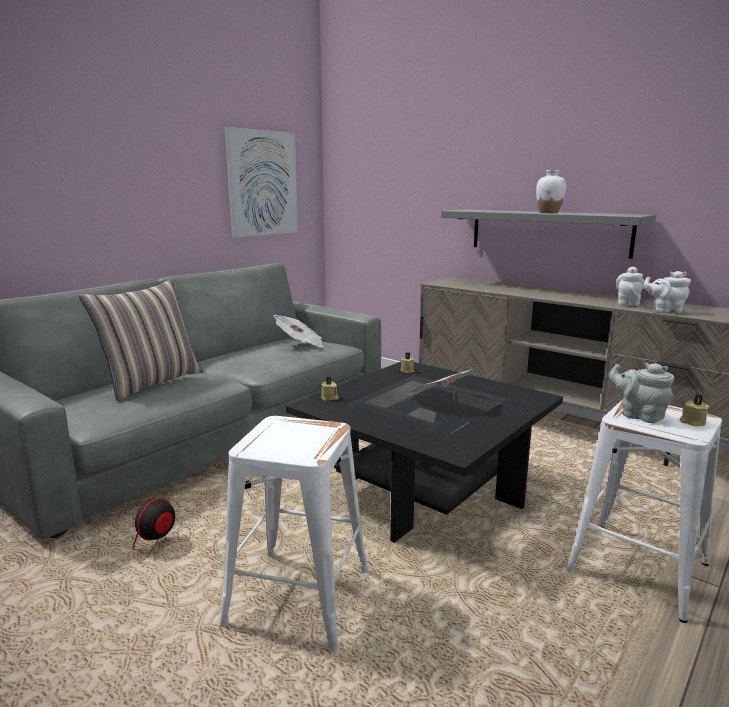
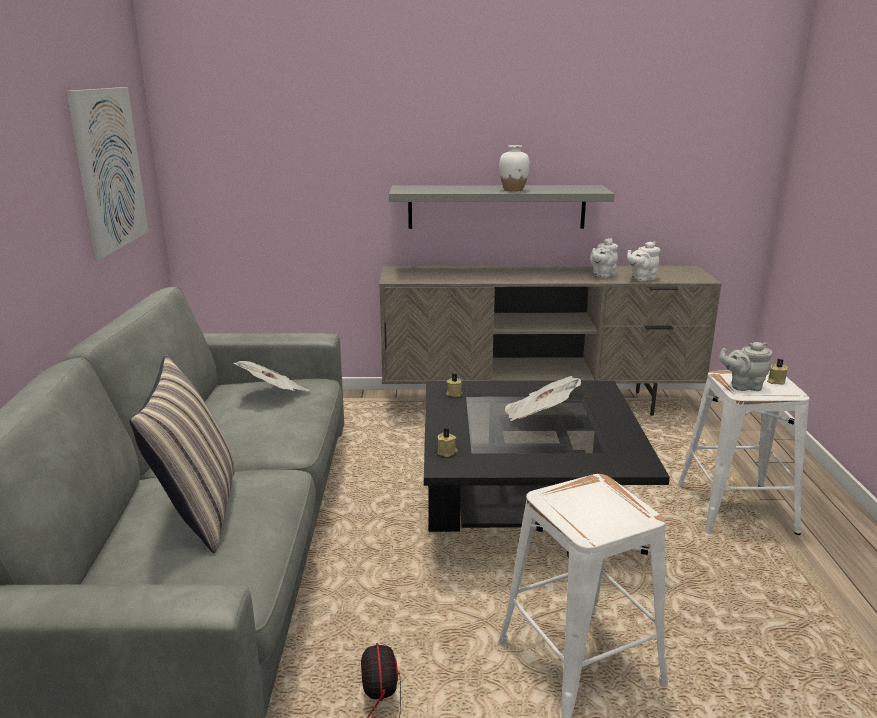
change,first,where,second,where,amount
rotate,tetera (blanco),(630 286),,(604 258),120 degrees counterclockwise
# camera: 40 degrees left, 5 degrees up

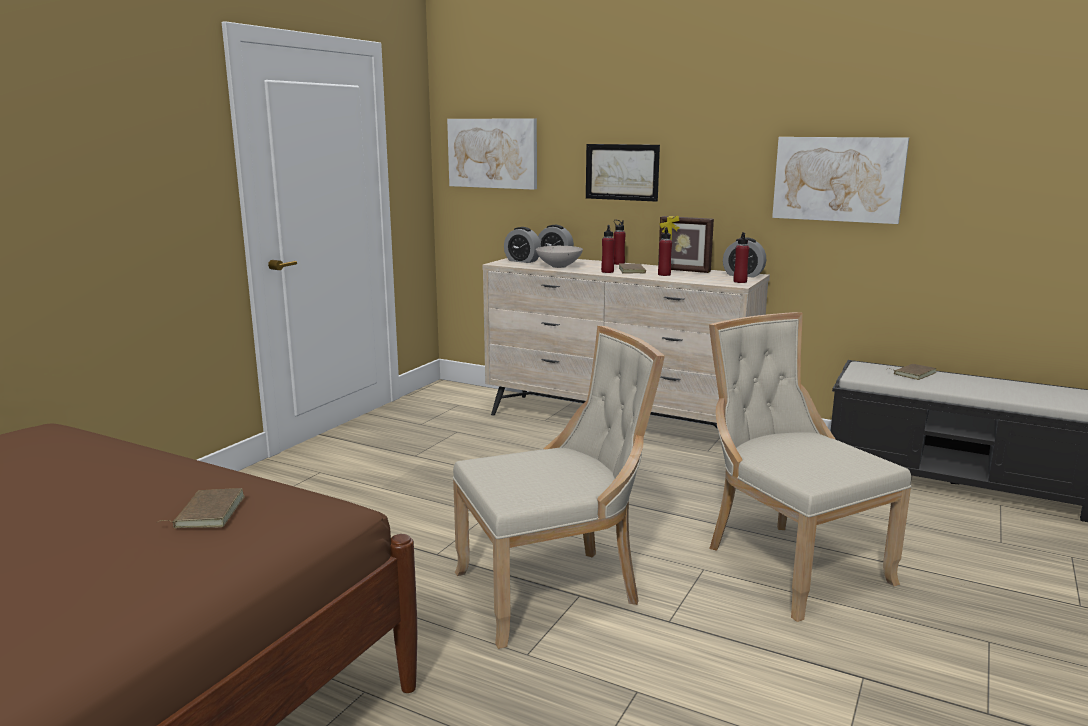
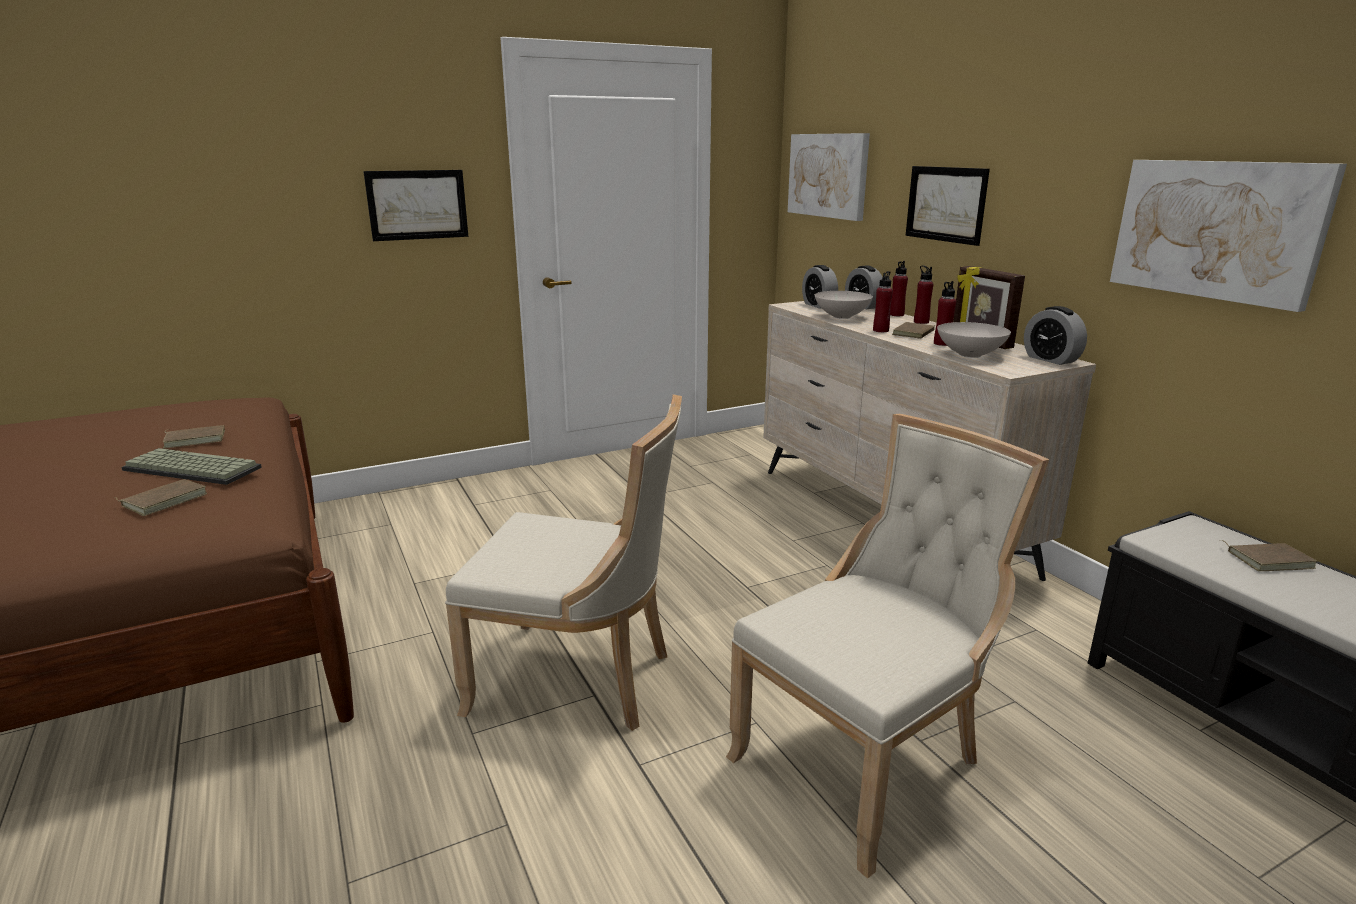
change,first,where,second,where,amount
rotate,silla (beis),(810 467),,(887 646),45 degrees clockwise
move,botella (rojo),(741 257),,(899 288),
insert,,,teclado,(191 466),
insert,,,libro (marrón),(194 436),
insert,,,cuadro,(415 205),
insert,,,cuenco (blanco),(974 340),
# camera: 35 degrees right, 5 degrees up

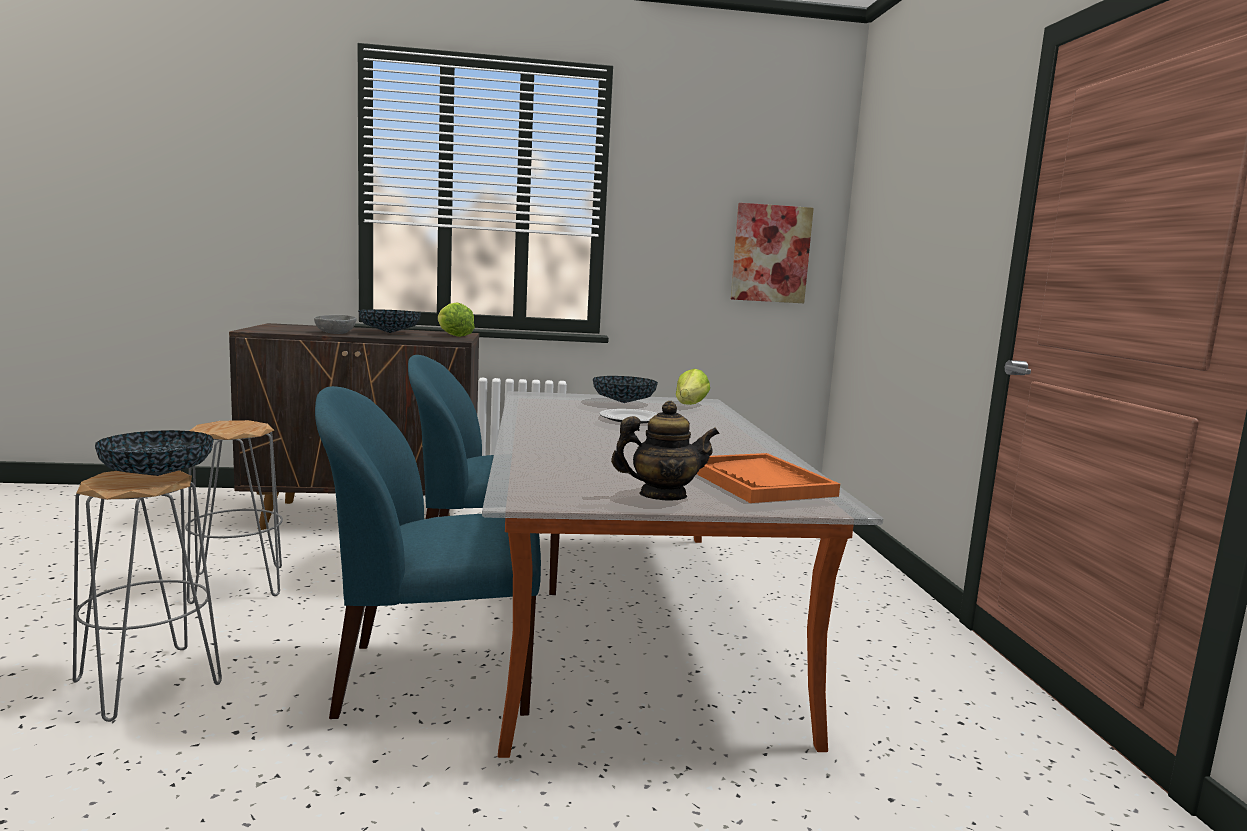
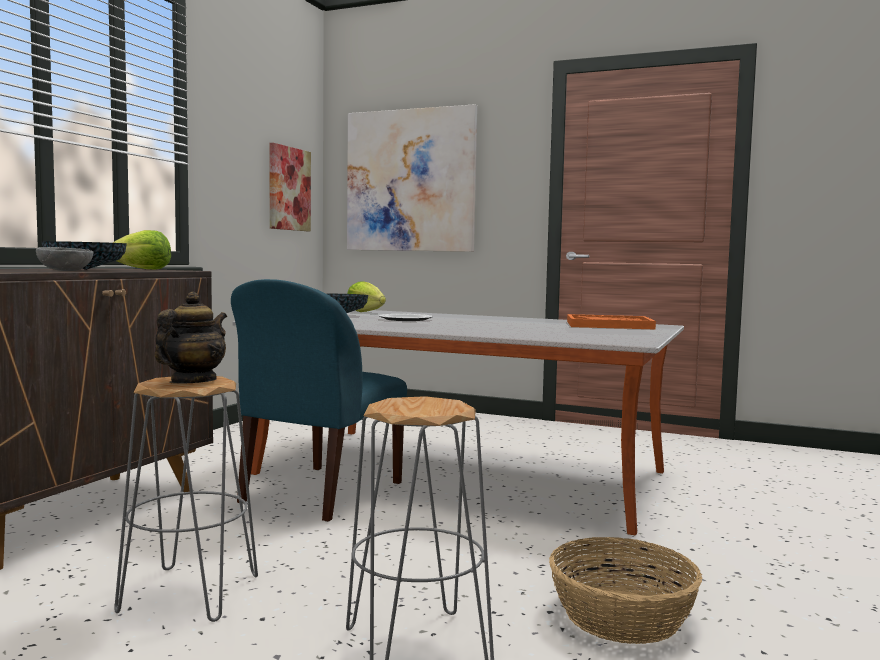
change,first,where,second,where,amount
delete,cuenco,(154 453),,,
delete,silla (azul),(428 552),,,
move,tetera,(665 450),,(190 338),
insert,,,cuadro,(412 178),
insert,,,cesta,(626 590),
# camera: 60 degrees left, 5 degrees down

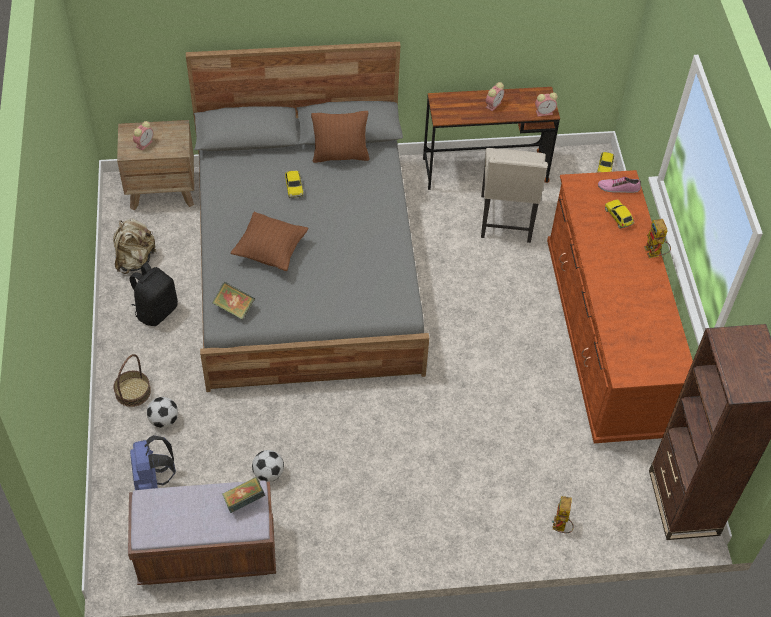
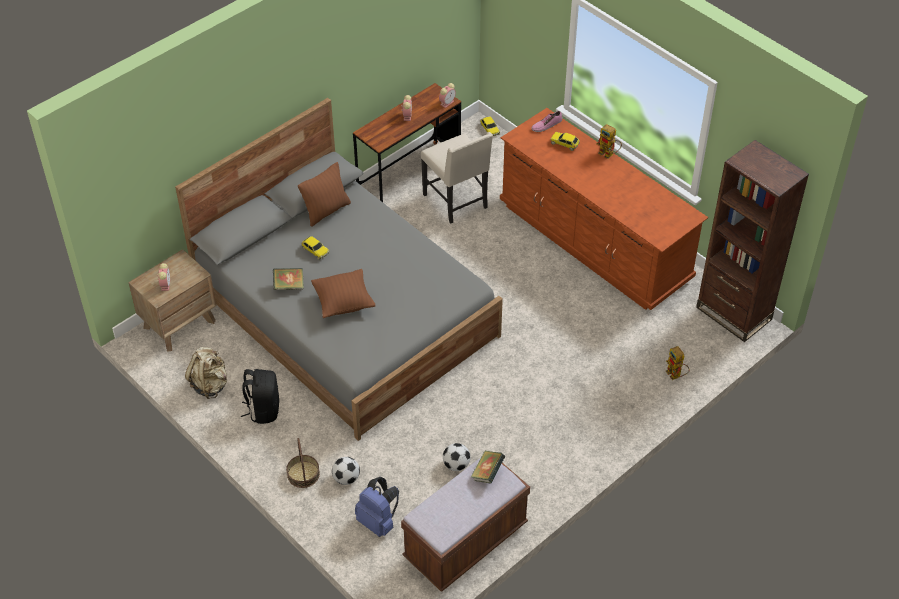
change,first,where,second,where,amount
move,libro,(234 301),,(288 279),
# camera: 35 degrees left, 5 degrees down

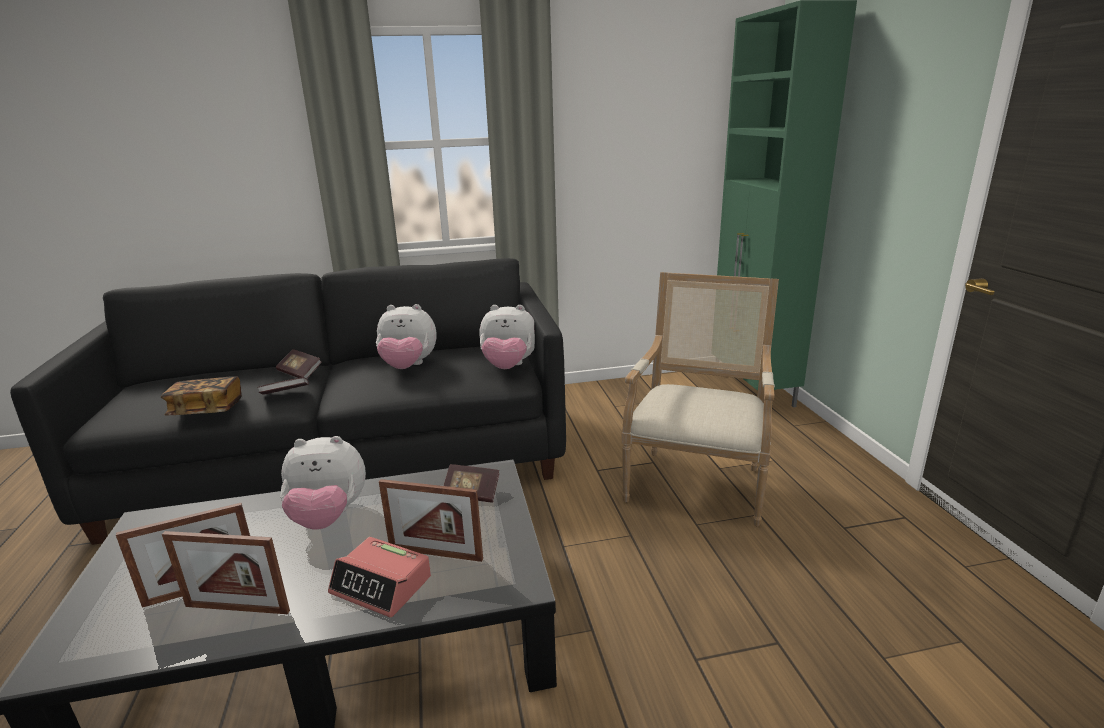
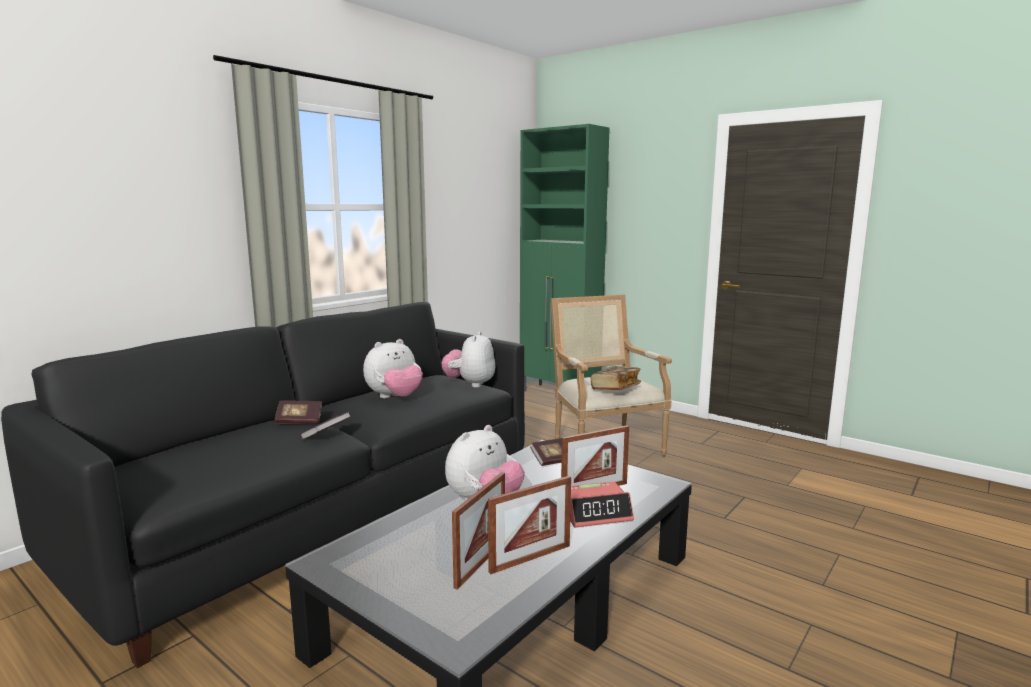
change,first,where,second,where,amount
move,libro,(201 395),,(616 378),
rotate,peluche,(507 337),,(468 359),135 degrees clockwise
# camera: 40 degrees left, 10 degrees down

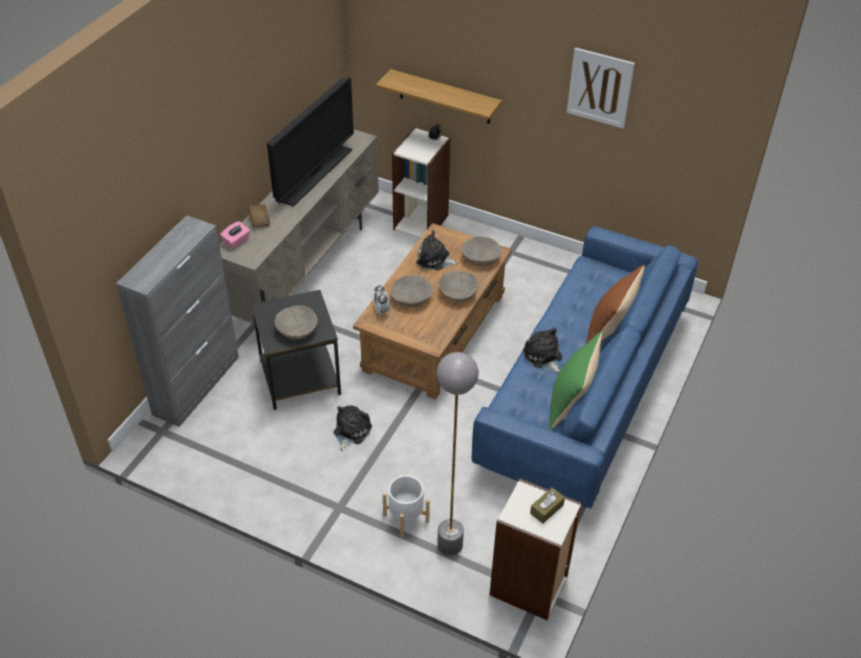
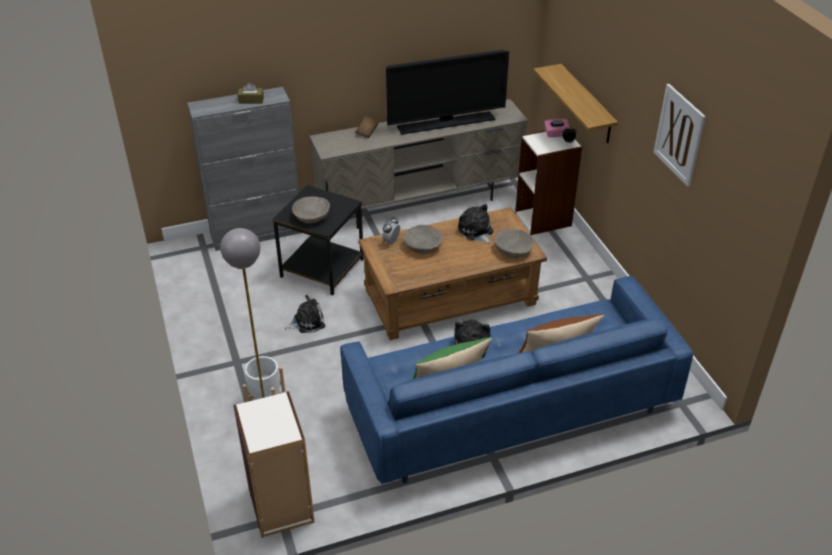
change,first,where,second,where,amount
move,caja de pañuelos (rosa),(235 235),,(556 128),
delete,cuenco (beis),(458 286),,,
move,caja de pañuelos (marrón),(547 505),,(250 93),
# camera: 45 degrees right, 5 degrees down

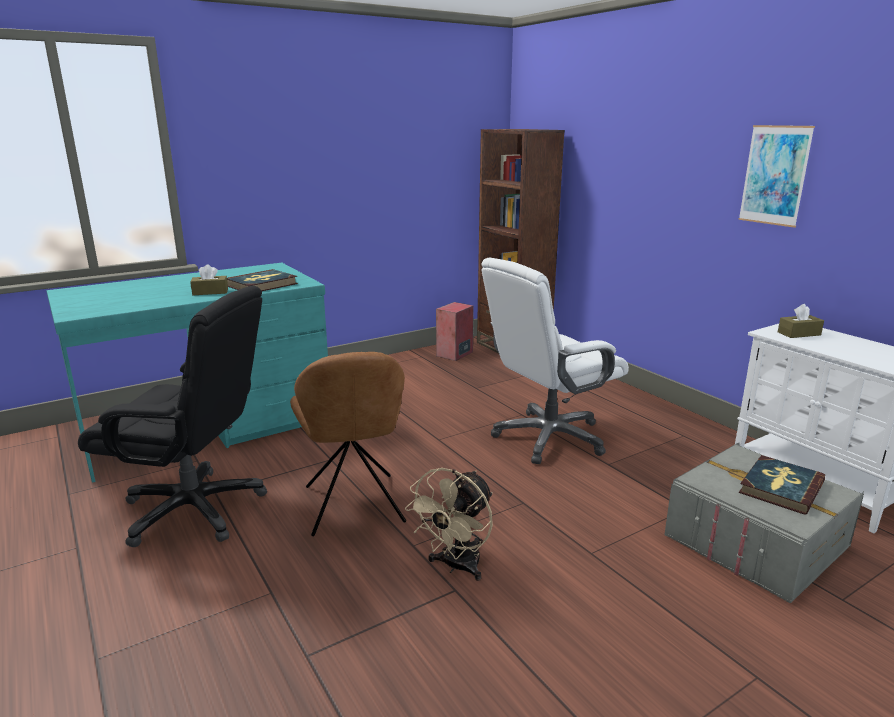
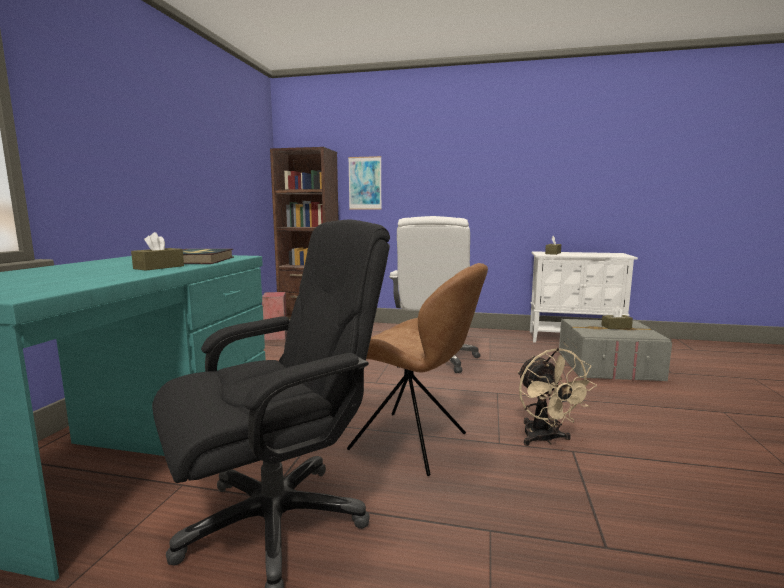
change,first,where,second,where,amount
move,cuadro,(776 176),,(365 182),
replace,libro,(782 485),caja de pañuelos (marrón),(617 317),
# camera: 45 degrees left, 10 degrees down

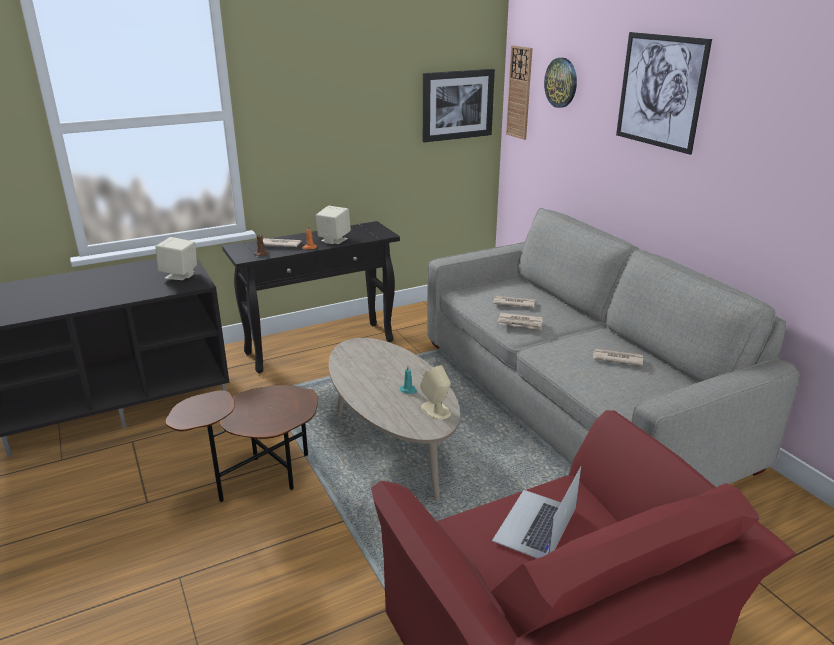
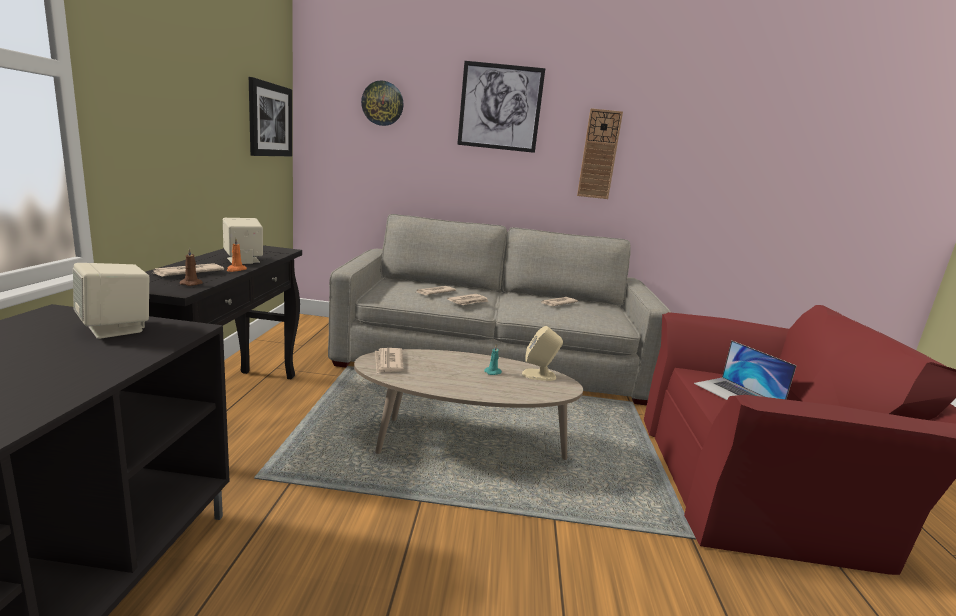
change,first,where,second,where,amount
delete,mesa auxiliar (marrón),(241 443),,,
move,reloj de pared,(519 92),,(600 153),
insert,,,periódico,(389 360),
# camera: 60 degrees left, 10 degrees down

